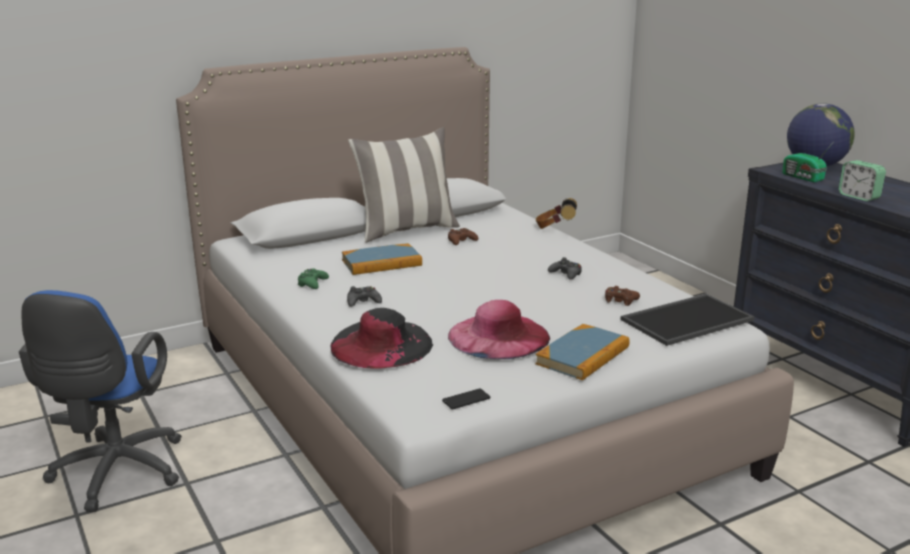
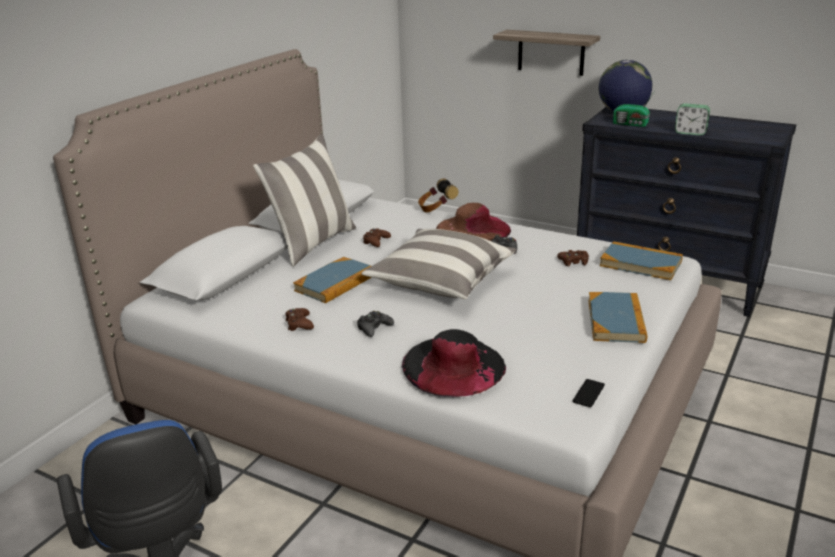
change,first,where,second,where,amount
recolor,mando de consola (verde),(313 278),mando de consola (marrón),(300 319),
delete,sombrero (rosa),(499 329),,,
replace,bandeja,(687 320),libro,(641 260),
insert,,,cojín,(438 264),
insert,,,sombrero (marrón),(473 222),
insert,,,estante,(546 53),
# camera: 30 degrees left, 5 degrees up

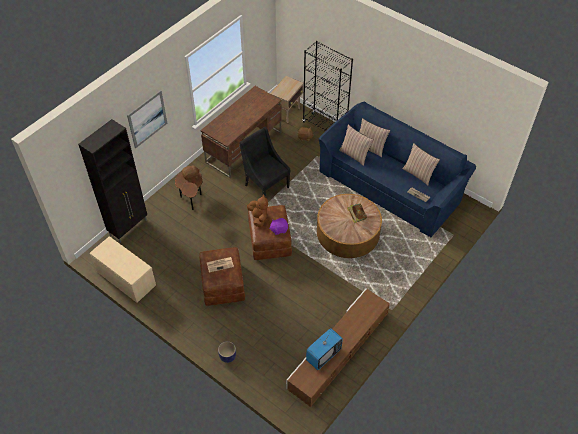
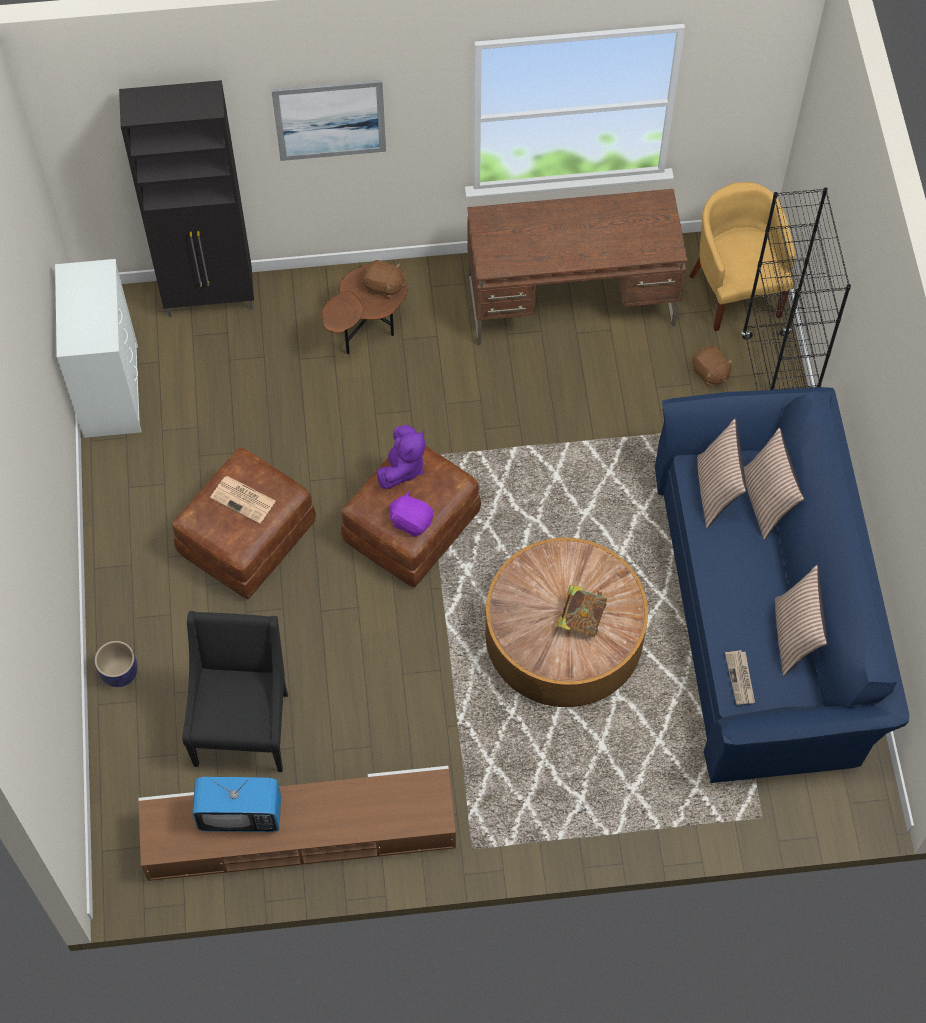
change,first,where,second,where,amount
replace,banco (beis),(123 269),cómoda (blanco),(98 348),
move,sillón (negro),(264 162),,(235 691),
recolor,peluche (marrón),(257 210),peluche (morado),(401 457),
replace,mesa auxiliar (beis),(287 99),sillón (amarillo),(742 256),
# camera: 45 degrees right, 10 degrees up

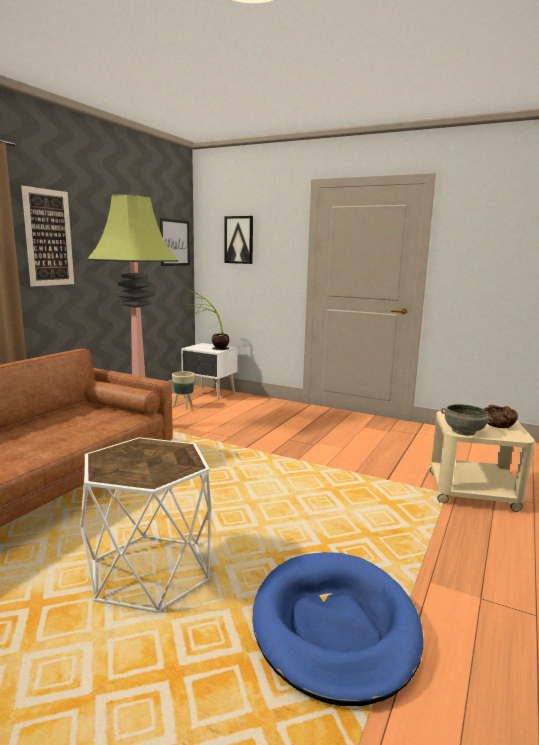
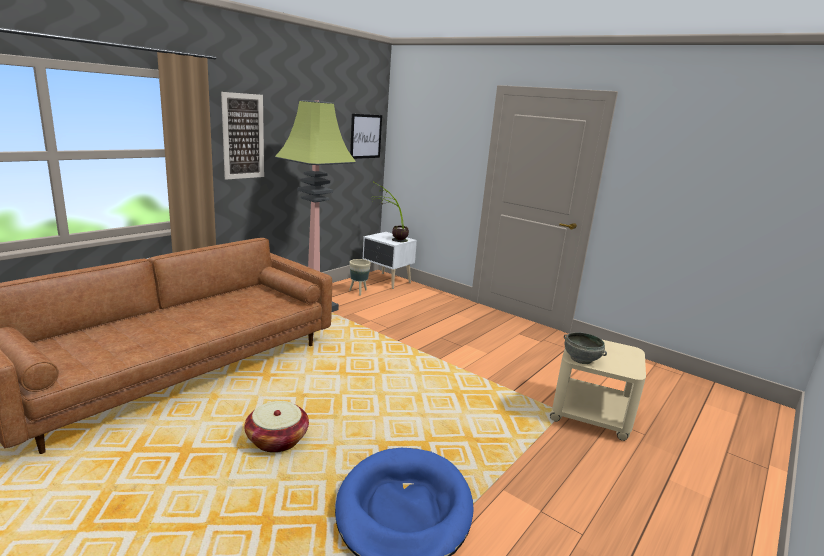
change,first,where,second,where,amount
replace,mesa auxiliar (blanco),(146 525),cesta,(276 427),
delete,cuadro,(238 240),,,
delete,cuenco (marrón),(501 416),,,
# camera: 10 degrees right, 5 degrees up

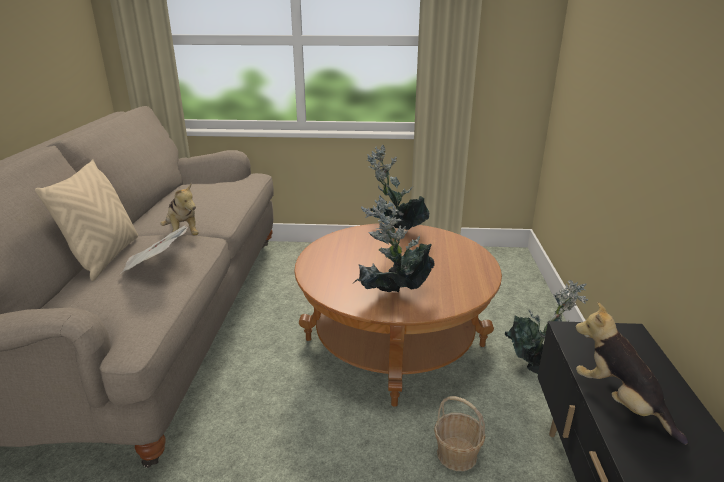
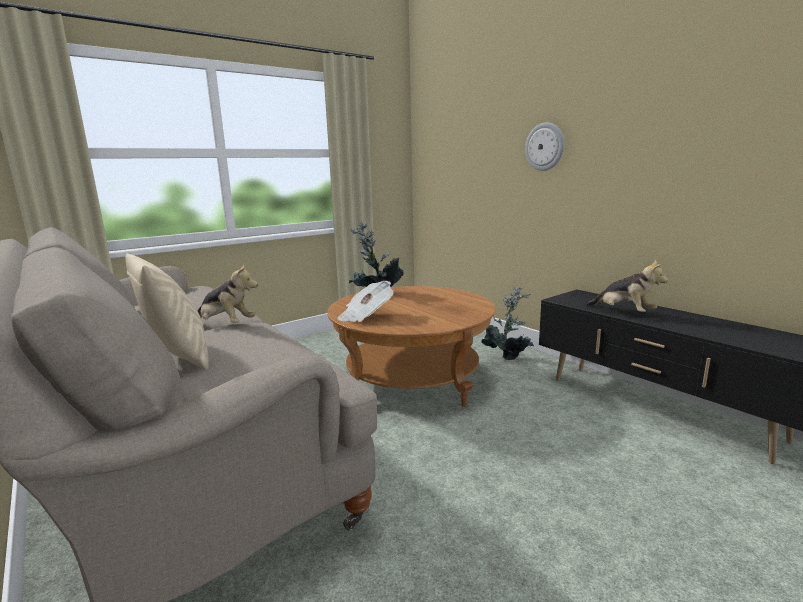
change,first,where,second,where,amount
move,periódico,(154 249),,(365 301),
delete,planta en maceta,(394 244),,,
delete,cesta,(460 433),,,
rotate,peluche,(632 373),,(627 285),150 degrees counterclockwise
insert,,,reloj de pared,(544 146),
# camera: 40 degrees left, 10 degrees down

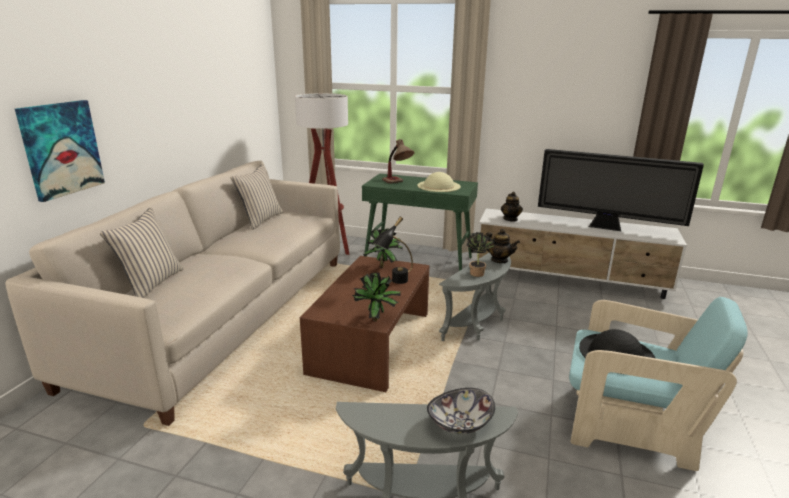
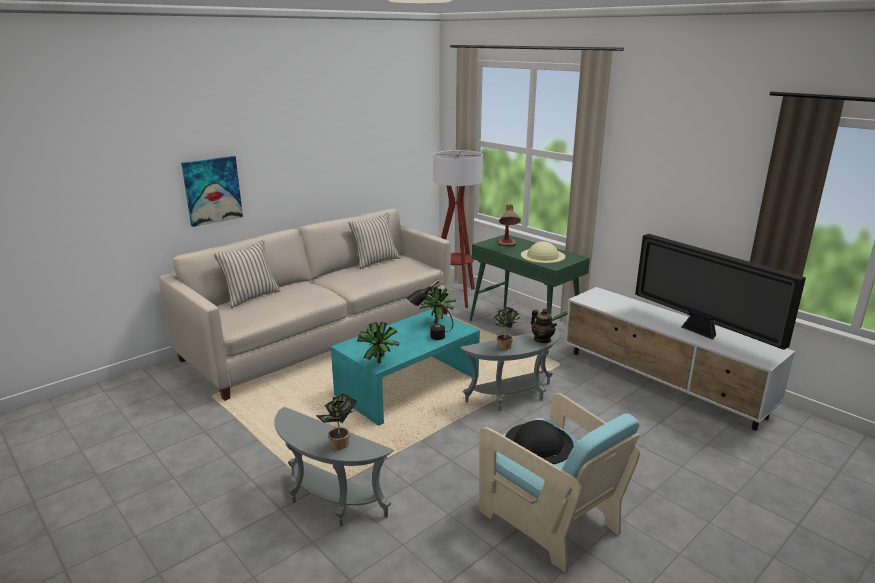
change,first,where,second,where,amount
recolor,mesa de centro (marrón),(364 324),mesa de centro (turquesa),(405 367),
replace,cuenco,(461 411),planta en maceta,(336 421),
delete,tetera,(512 207),,,
# camera: 30 degrees right, 0 degrees up

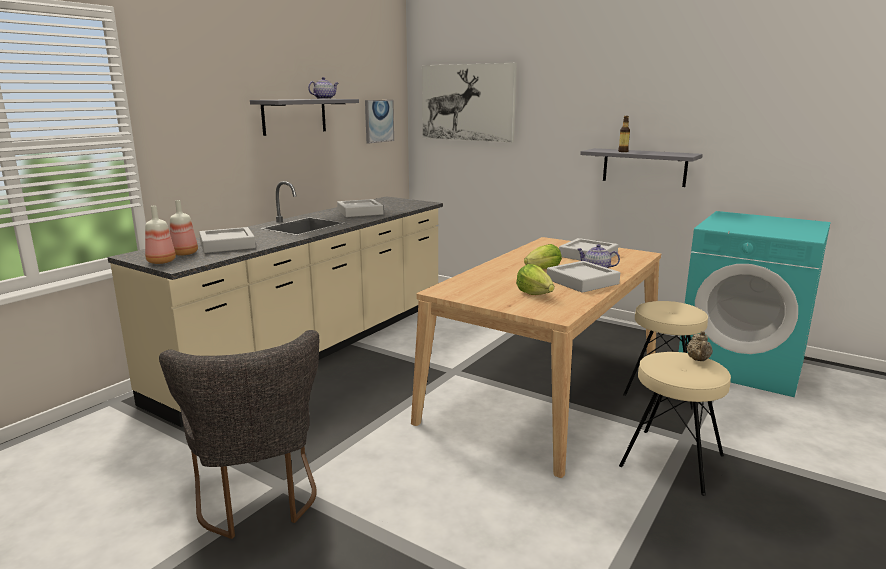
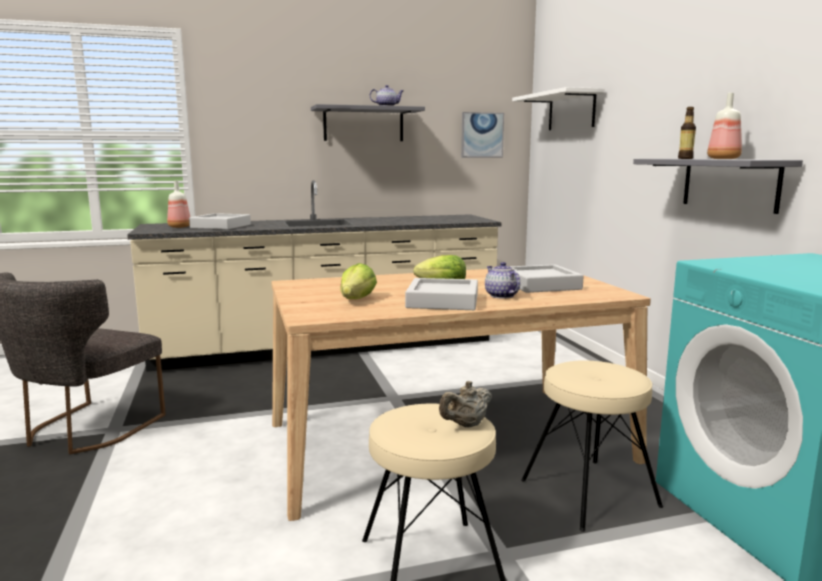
change,first,where,second,where,amount
move,botella,(160 235),,(724 126),
delete,bandeja (gris),(360 208),,,
replace,cuadro,(469 102),estante (blanco),(558 108),
# camera: 40 degrees right, 5 degrees down

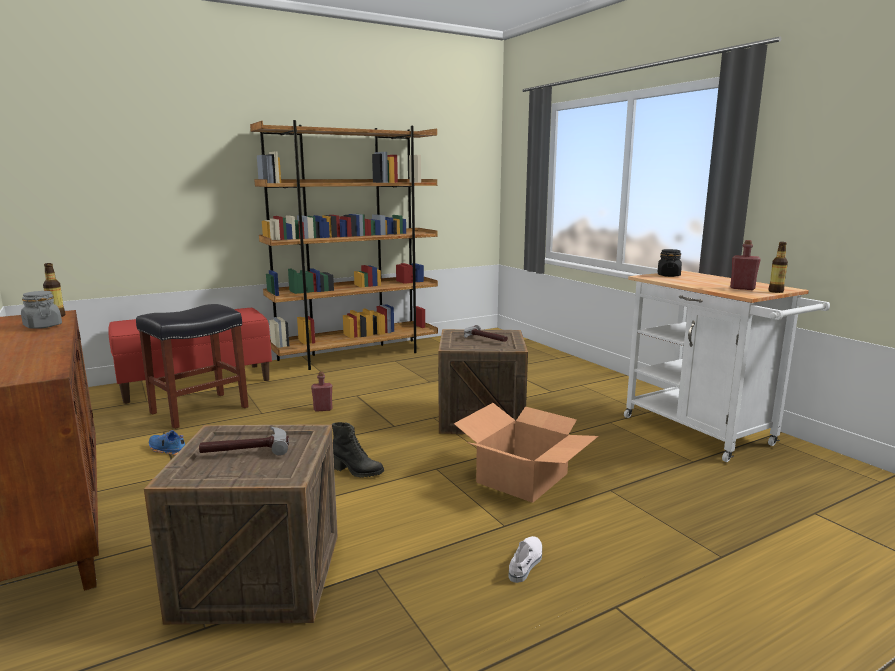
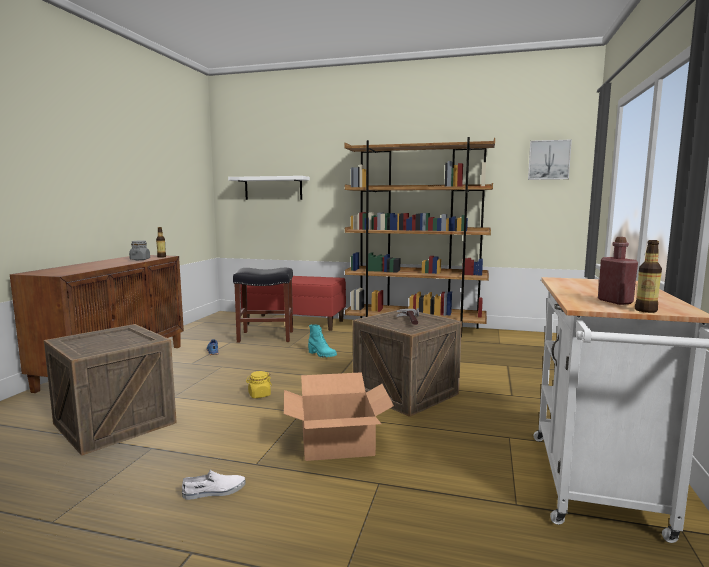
change,first,where,second,where,amount
delete,martillo,(244 441),,,
replace,botella (rojo),(321 392),bota (turquesa),(322 340),
replace,bota (negro),(358 450),tarro (amarillo),(259 384),
delete,tarro (negro),(670 263),,,
insert,,,estante (blanco),(269 188),
insert,,,cuadro,(550 159),
# camera: 45 degrees right, 5 degrees down

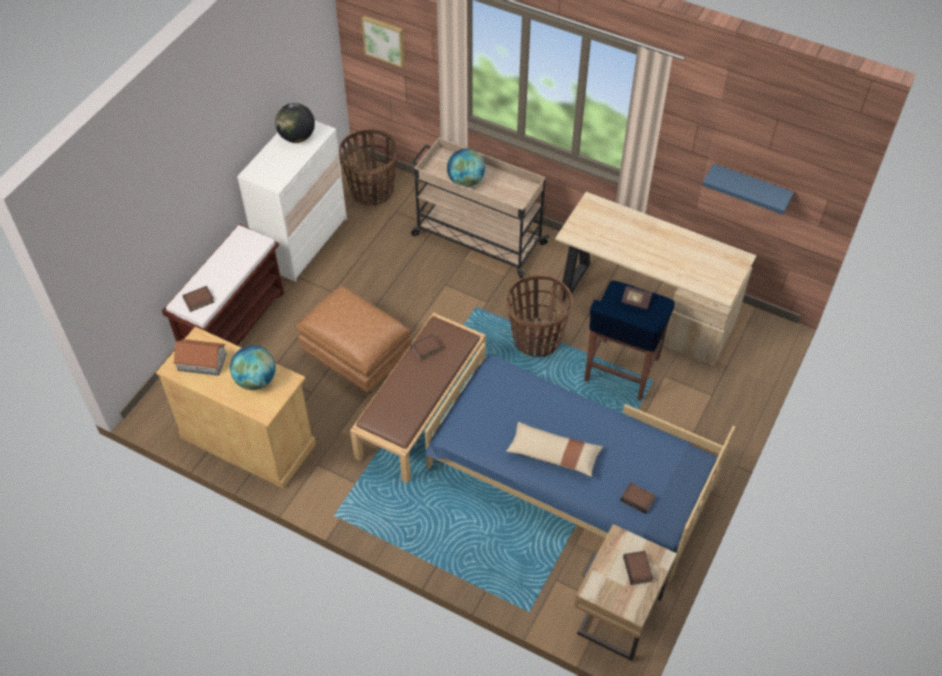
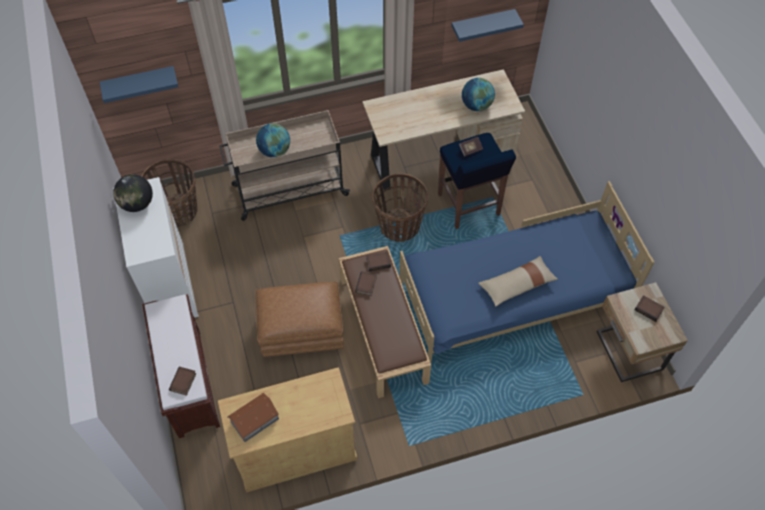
change,first,where,second,where,amount
move,globo terráqueo,(253 367),,(478 94),
replace,cuadro,(383 41),estante (azul),(139 84),
move,libro,(638 498),,(378 262),
# camera: 45 degrees left, 5 degrees up

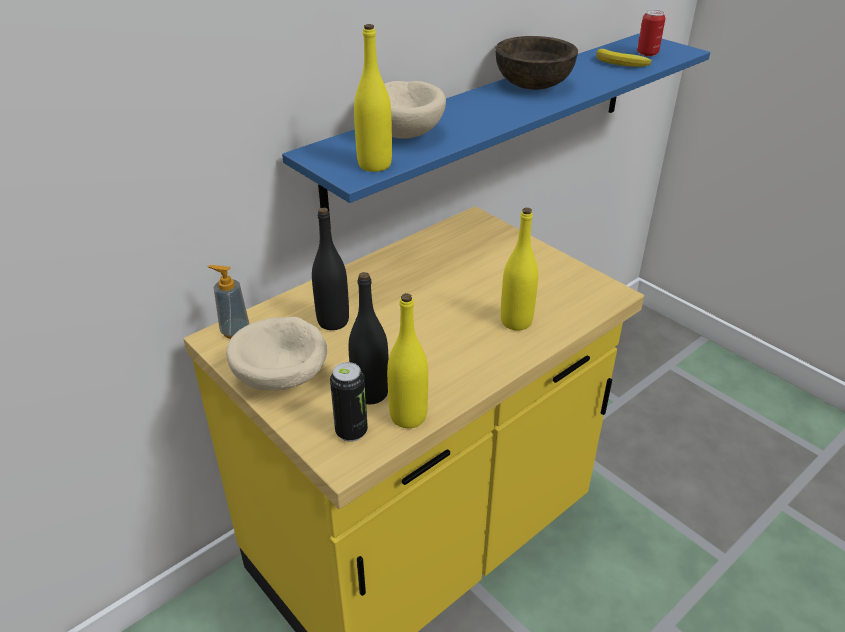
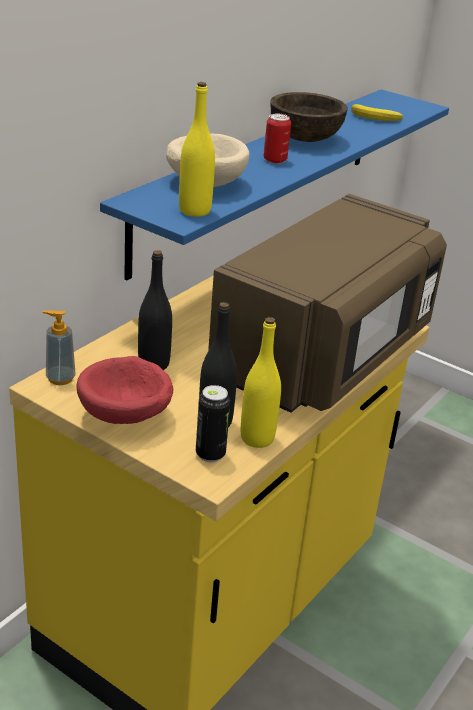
change,first,where,second,where,amount
recolor,cuenco (beis),(276 354),cuenco (rojo),(124 390),
replace,botella (amarillo),(519 269),microondas (marrón),(327 303),
move,lata,(651 33),,(277 138),
# camera: 15 degrees left, 5 degrees down

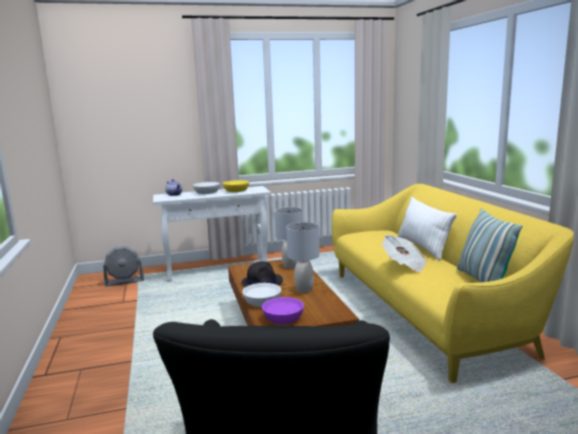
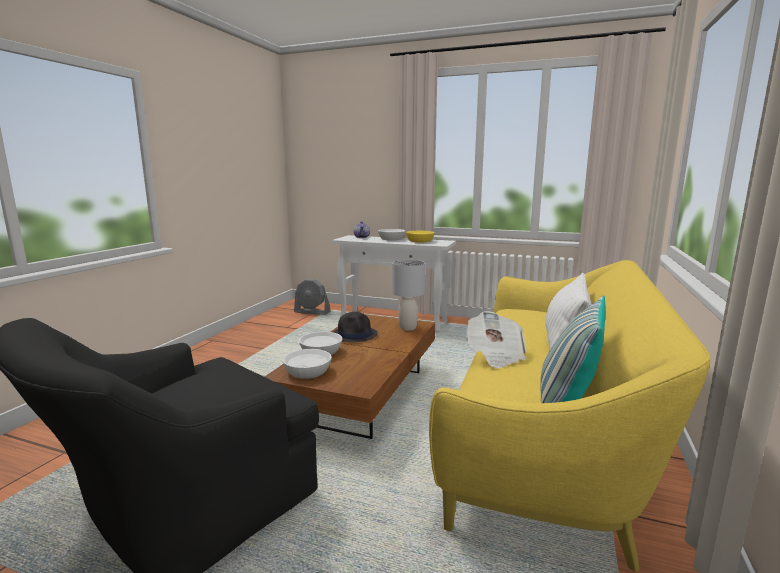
change,first,where,second,where,amount
recolor,cuenco (morado),(283 310),cuenco (blanco),(307 364),
delete,lámpara de mesa (gris),(303 257),,,
# camera: 35 degrees right, 0 degrees up

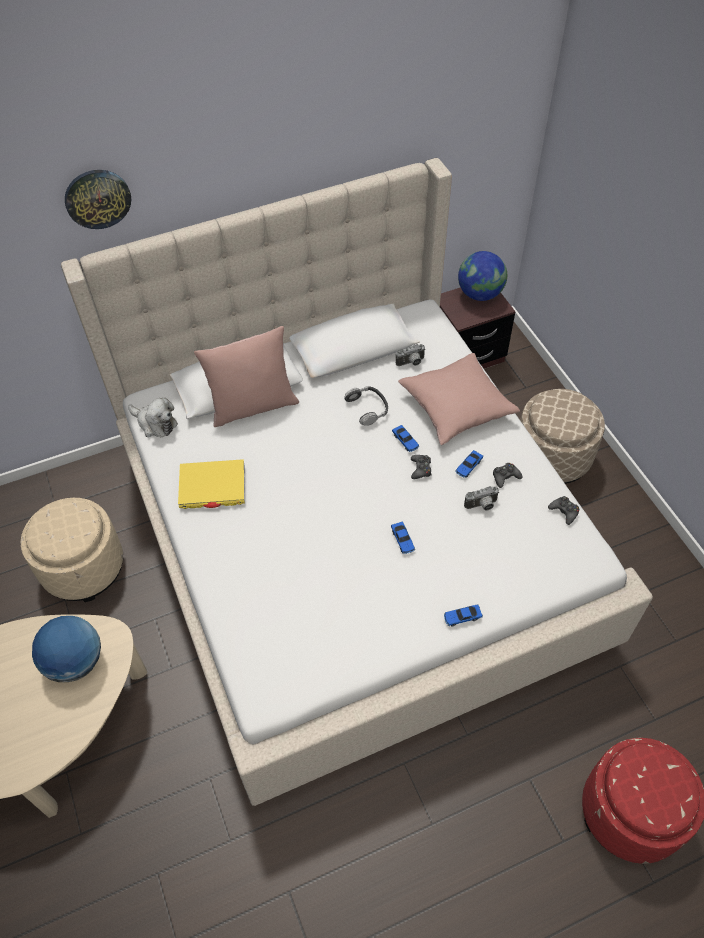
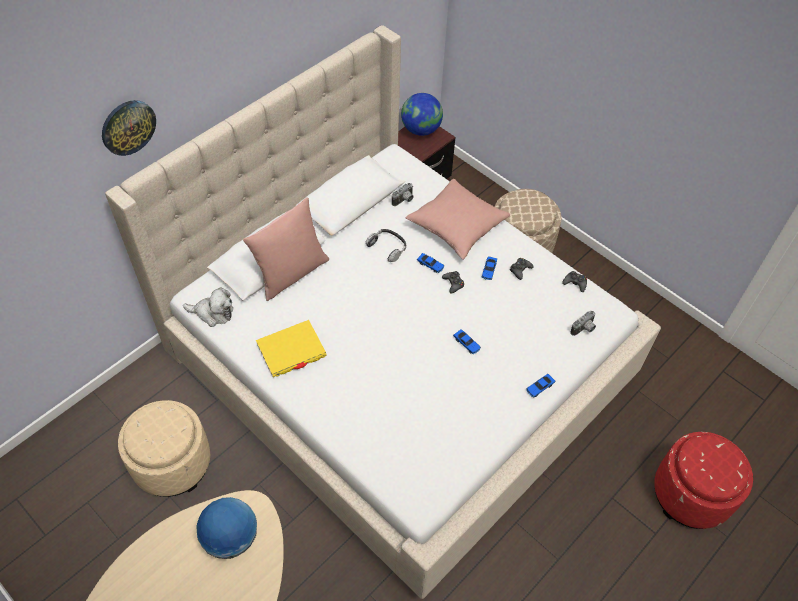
change,first,where,second,where,amount
move,cámara,(481 498),,(583 323),
# camera: 25 degrees left, 0 degrees up

